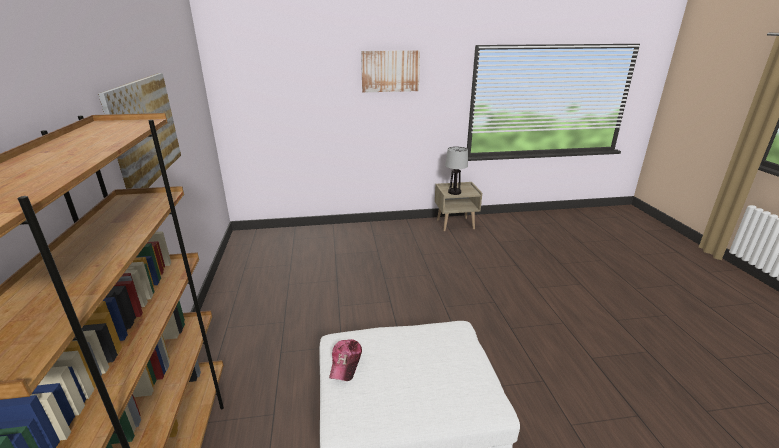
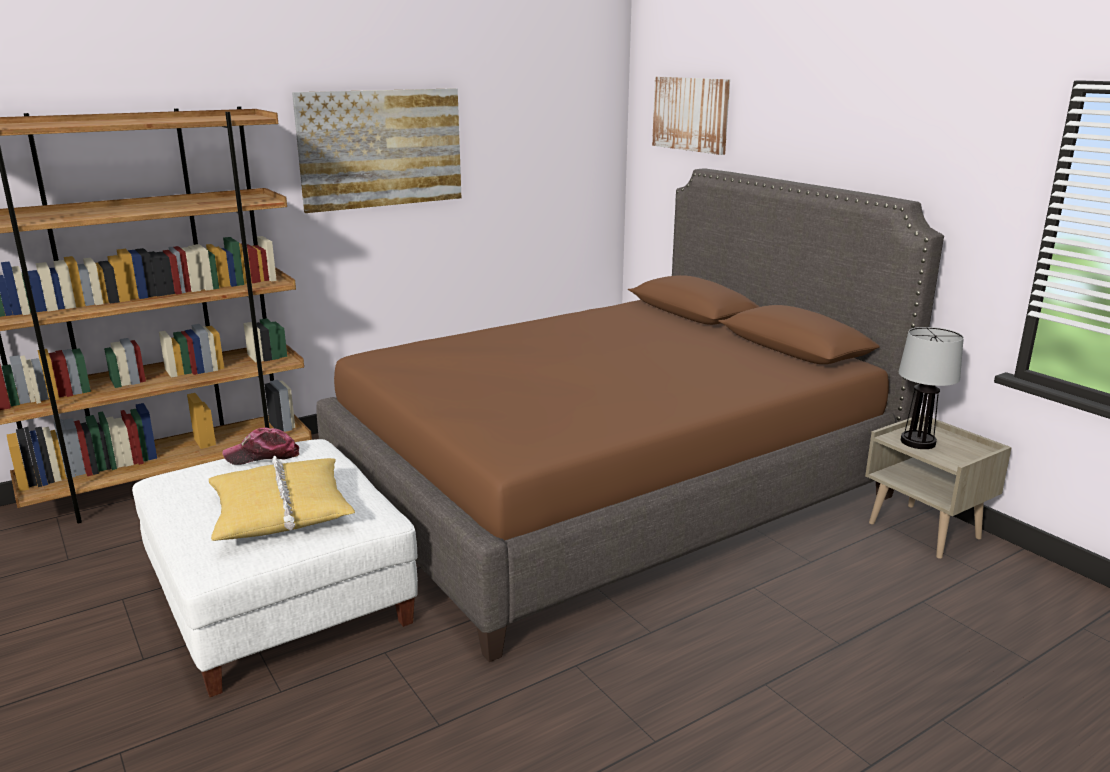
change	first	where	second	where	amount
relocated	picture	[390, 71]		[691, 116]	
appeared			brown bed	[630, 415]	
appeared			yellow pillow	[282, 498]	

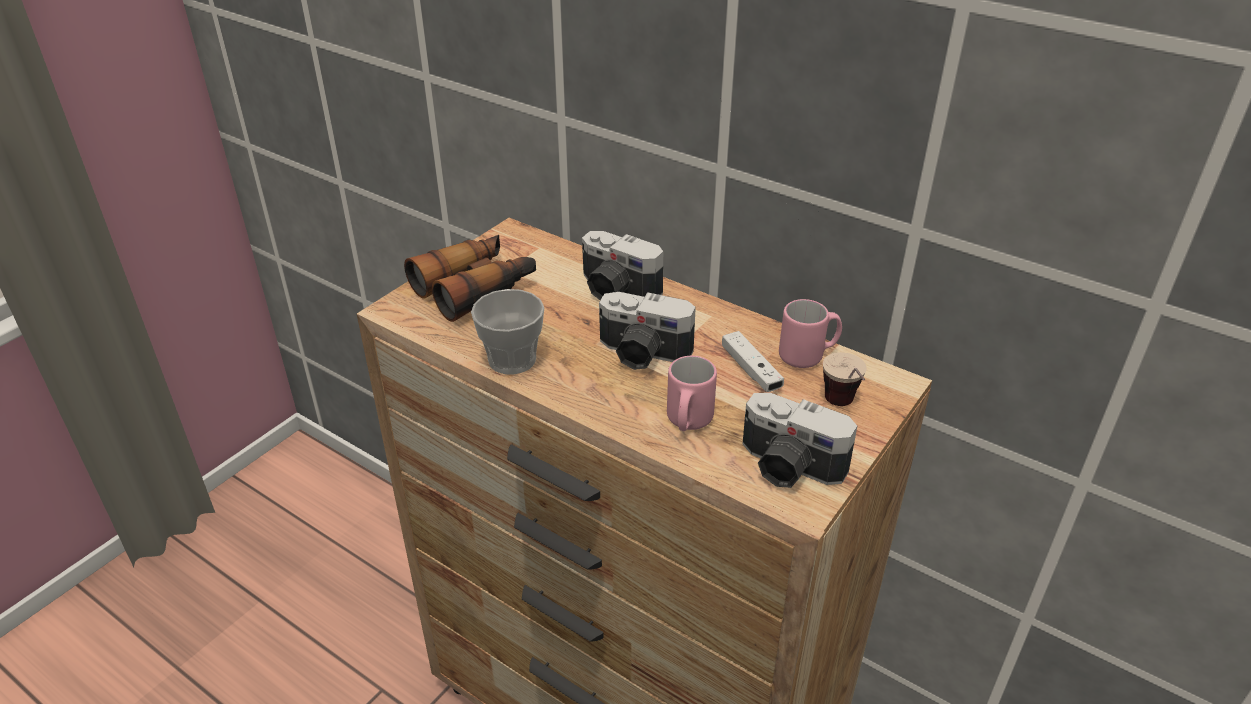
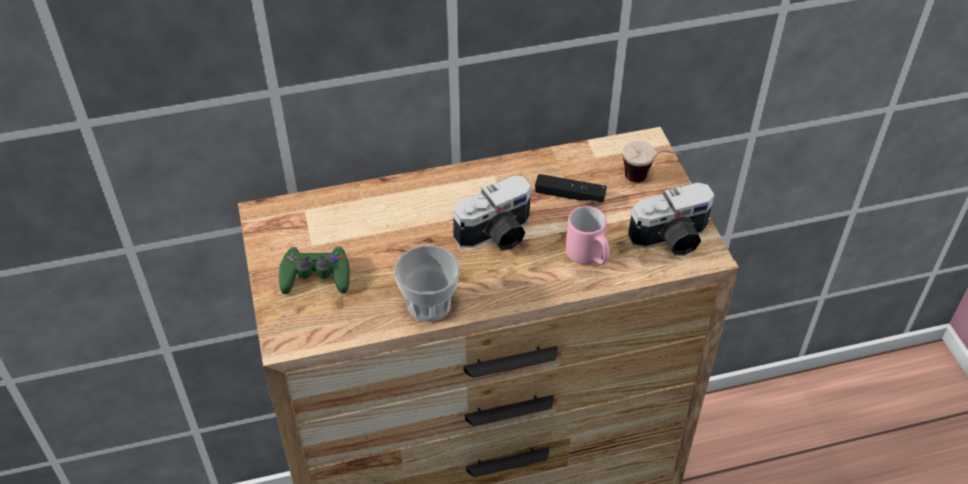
change	first	where	second	where	amount
missing	photo camera	[622, 265]			
exchanged	binoculars	[470, 278]	green game controller	[314, 270]	
missing	pink mug	[810, 333]			
colour	white game controller	[753, 361]	black game controller	[571, 188]	

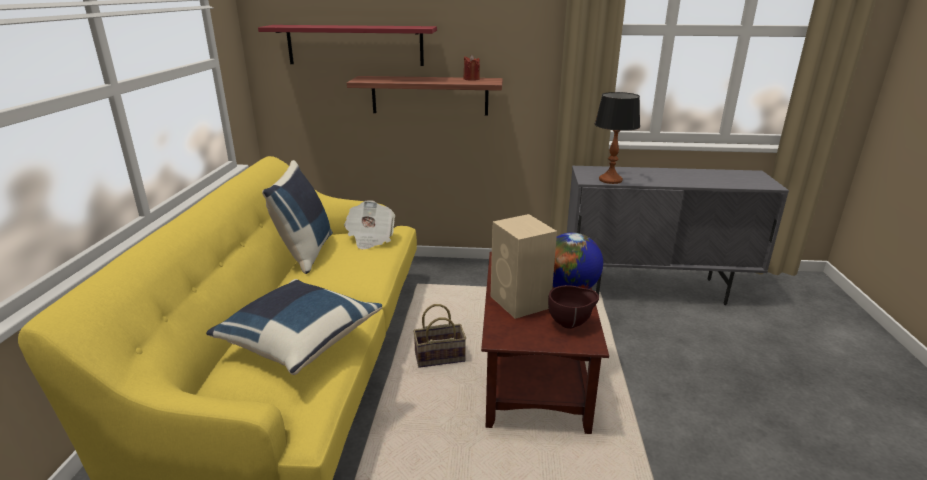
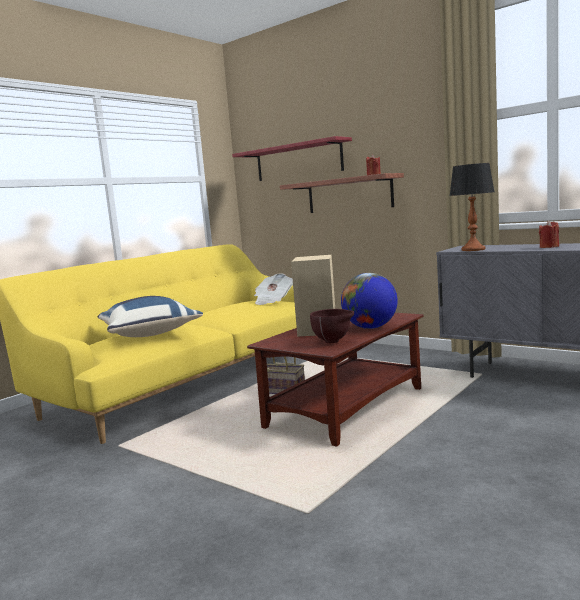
change	first	where	second	where	amount
missing	blue pillow	[297, 217]			
appeared			red candle	[549, 234]	

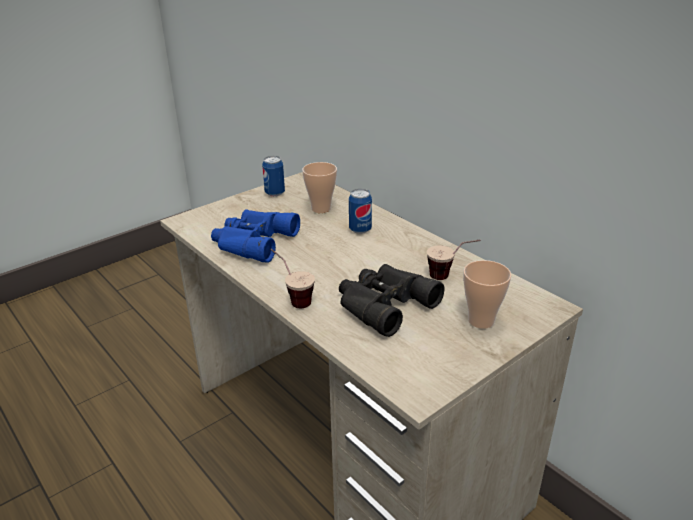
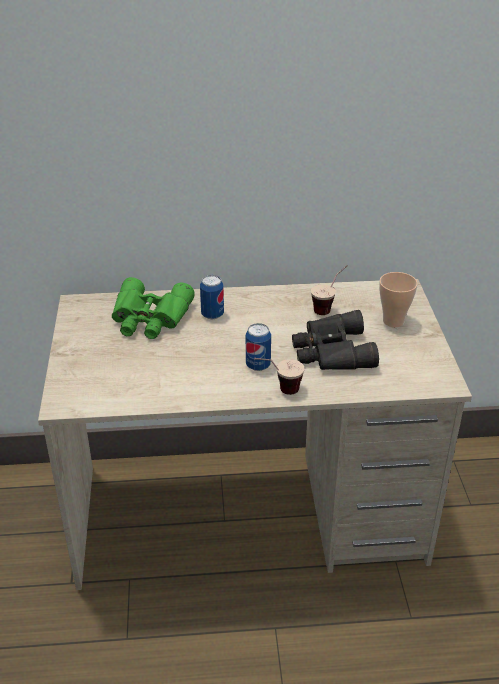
change	first	where	second	where	amount
relocated	can	[273, 176]		[258, 347]	
exchanged	cup	[319, 187]	green binoculars	[153, 308]	
missing	blue binoculars	[255, 236]			

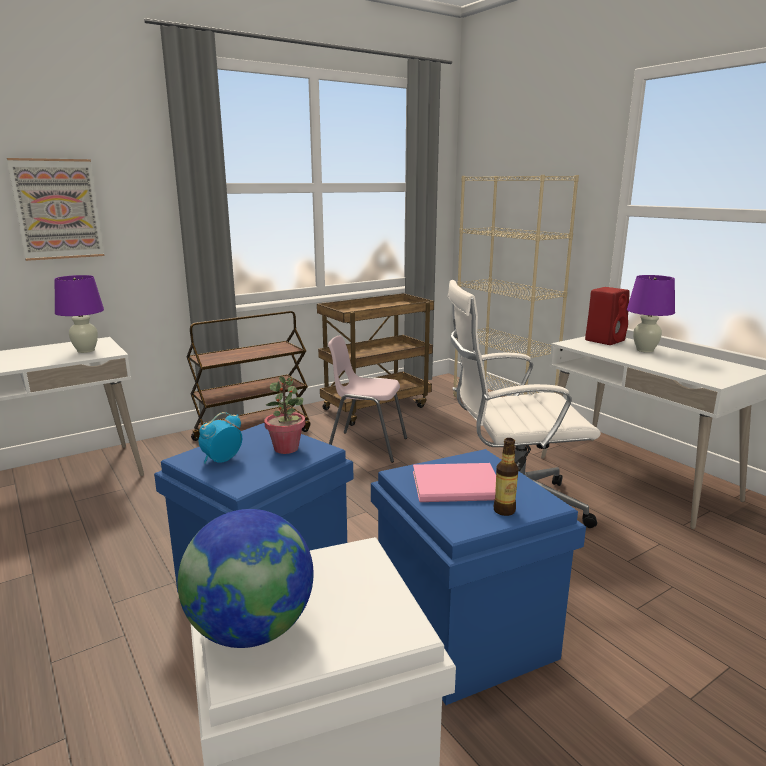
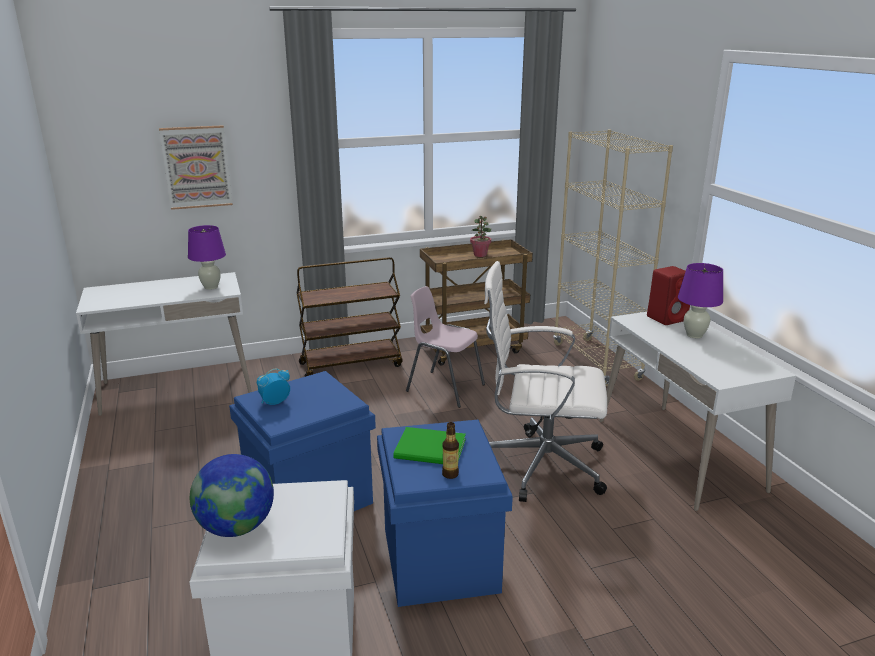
change	first	where	second	where	amount
relocated	potted plant	[284, 415]		[480, 236]	
colour	pink book	[454, 482]	green book	[429, 445]	

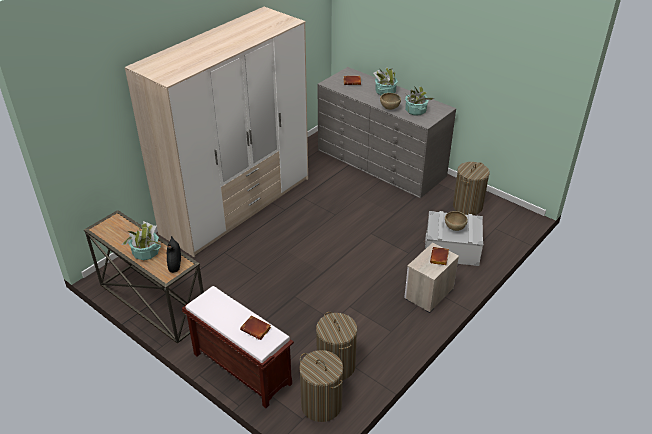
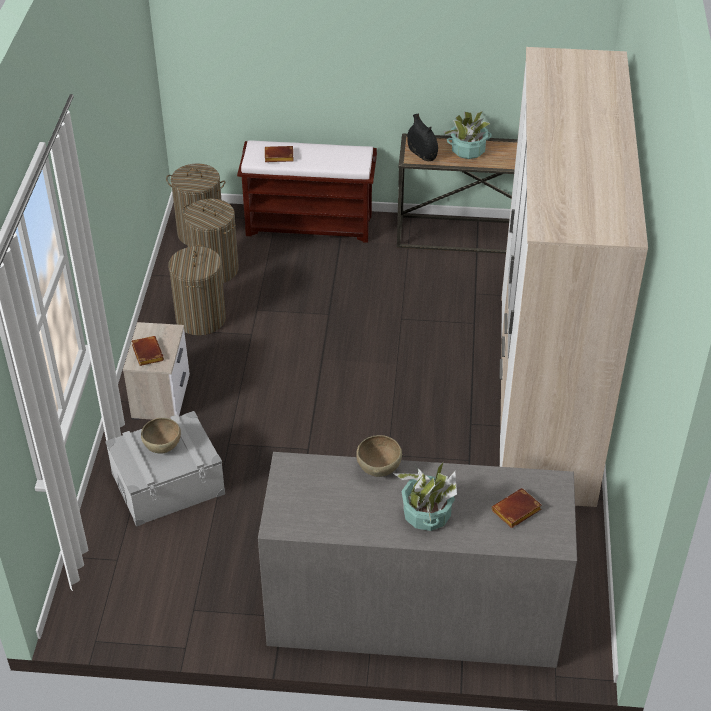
change	first	where	second	where	amount
missing	potted plant	[419, 100]			
relocated	laundry basket	[471, 188]		[197, 290]	

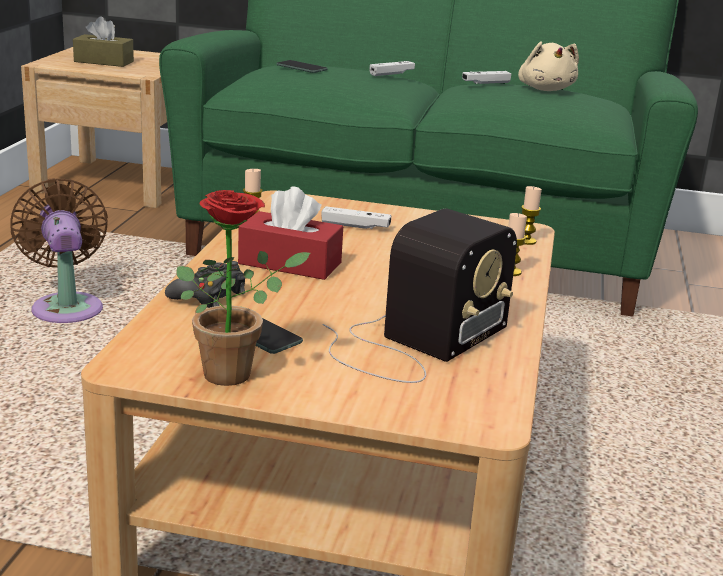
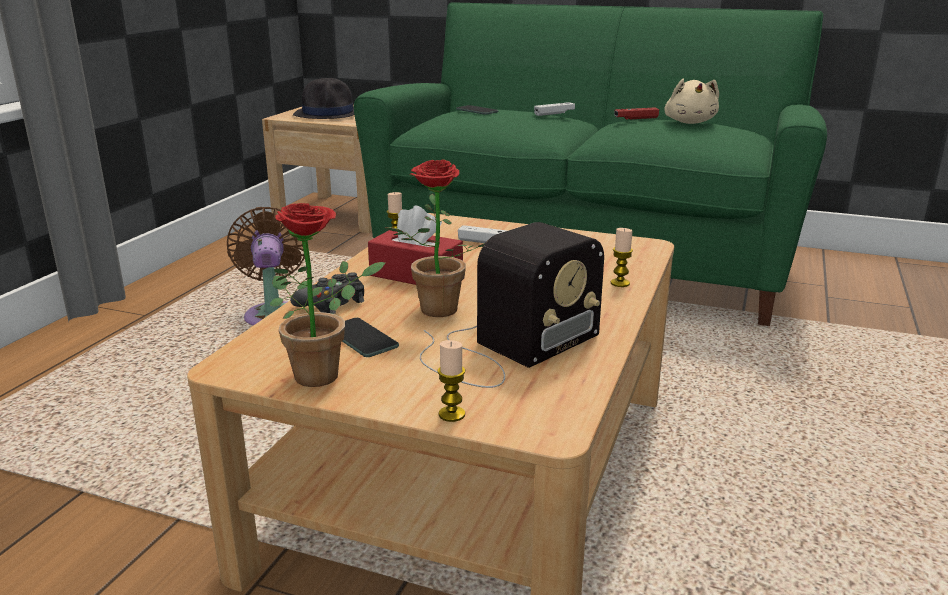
change	first	where	second	where	amount
exchanged	brown tissue box	[103, 41]	black hat	[323, 98]	
colour	white game controller	[486, 77]	red game controller	[636, 114]	
relocated	candle	[531, 215]		[451, 381]	
appeared			potted plant	[435, 238]	

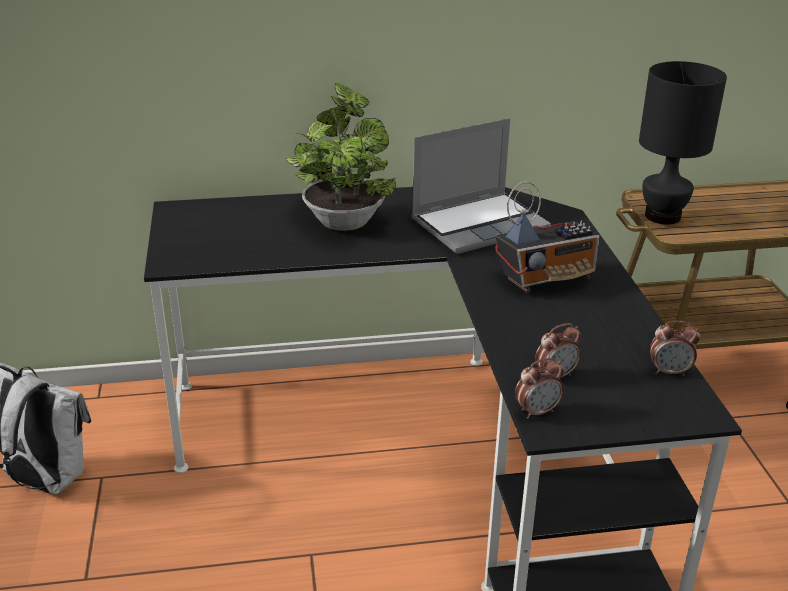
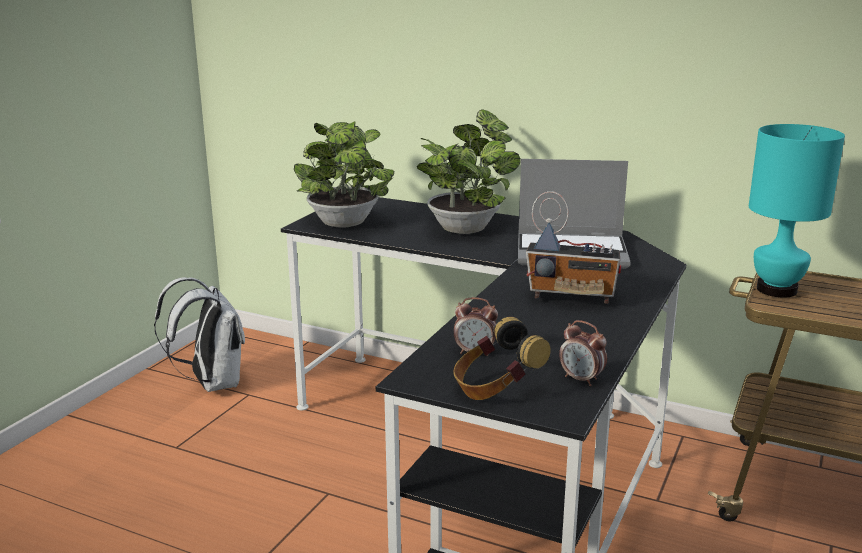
change	first	where	second	where	amount
colour	black table lamp	[683, 143]	turquoise table lamp	[797, 211]	
missing	alarm clock	[539, 388]			
appeared			potted plant	[344, 174]	
appeared			headphones	[502, 358]	

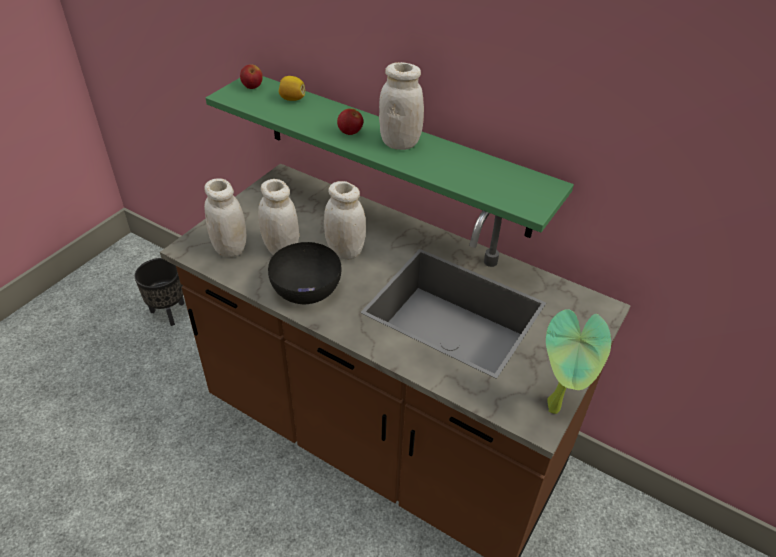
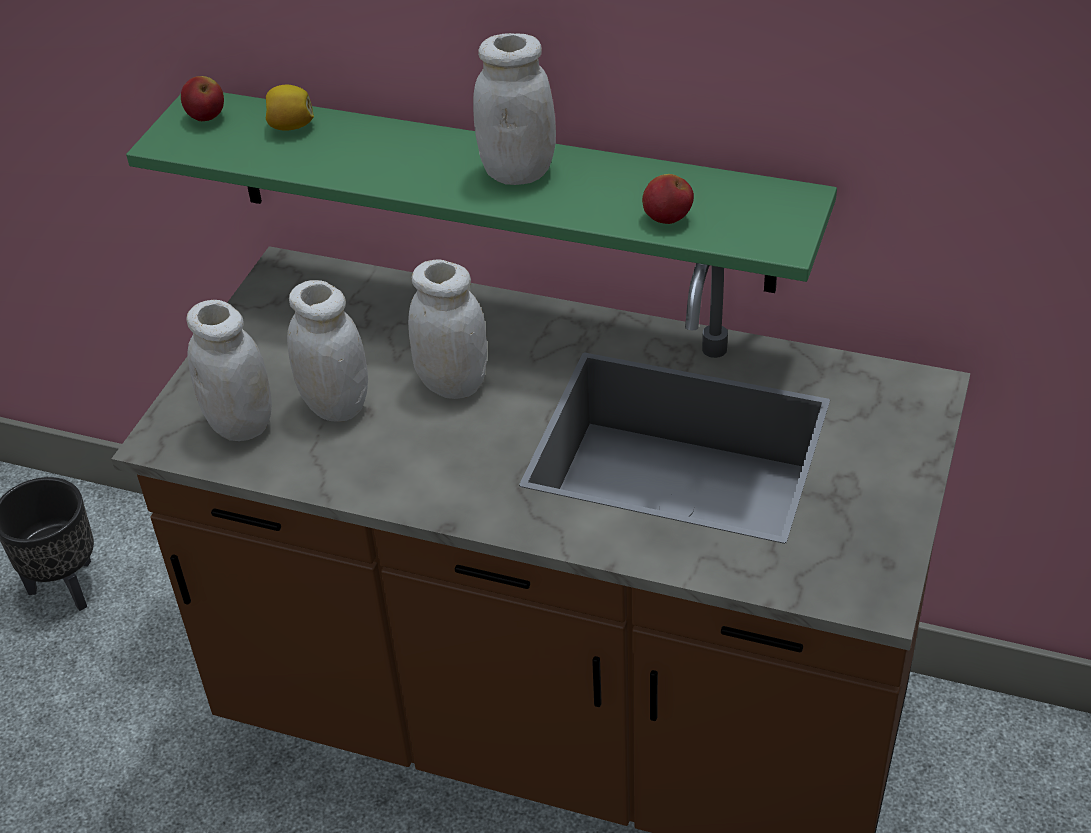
change	first	where	second	where	amount
relocated	apple	[350, 121]		[668, 199]	
missing	black bowl	[304, 273]			
missing	potted plant	[578, 361]			

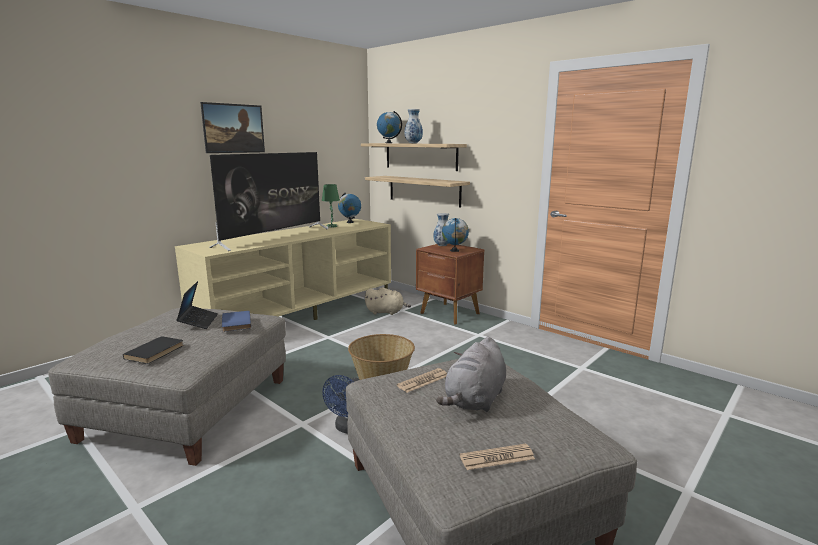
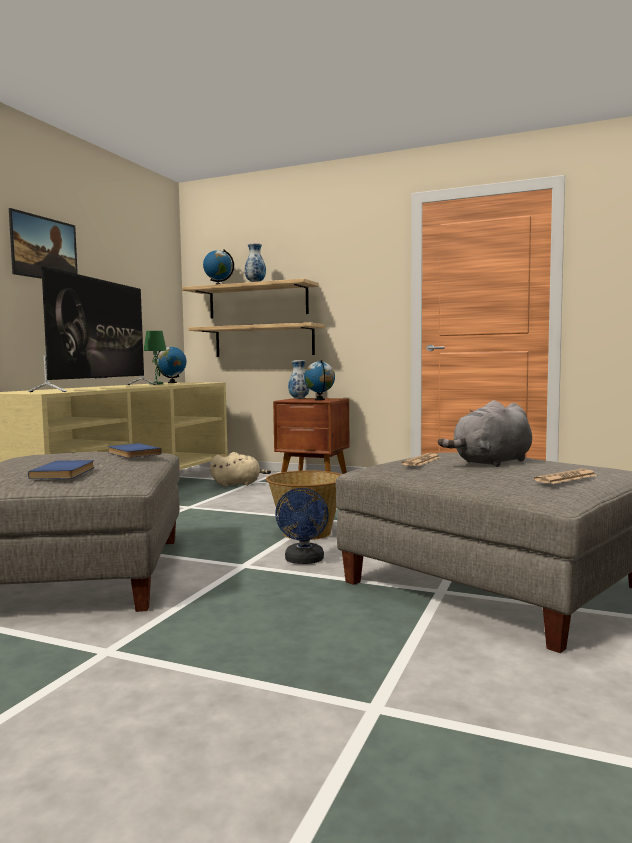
change	first	where	second	where	amount
missing	laptop	[197, 305]			
colour	black book	[153, 350]	blue book	[61, 469]	
spun	grey plush toy	[471, 374]		[485, 433]	45 degrees clockwise

